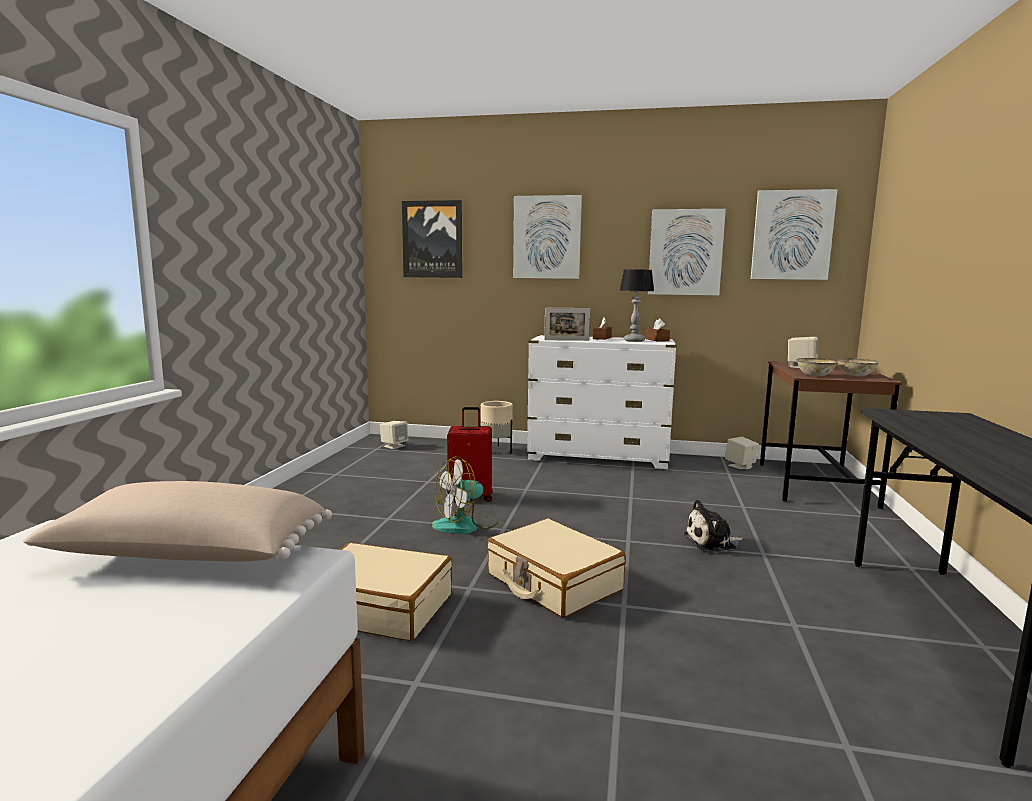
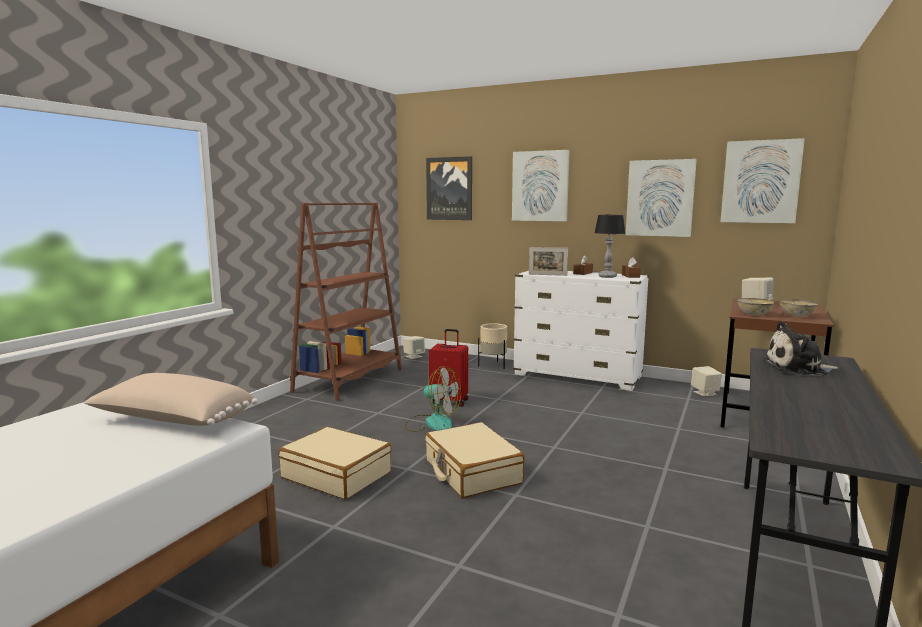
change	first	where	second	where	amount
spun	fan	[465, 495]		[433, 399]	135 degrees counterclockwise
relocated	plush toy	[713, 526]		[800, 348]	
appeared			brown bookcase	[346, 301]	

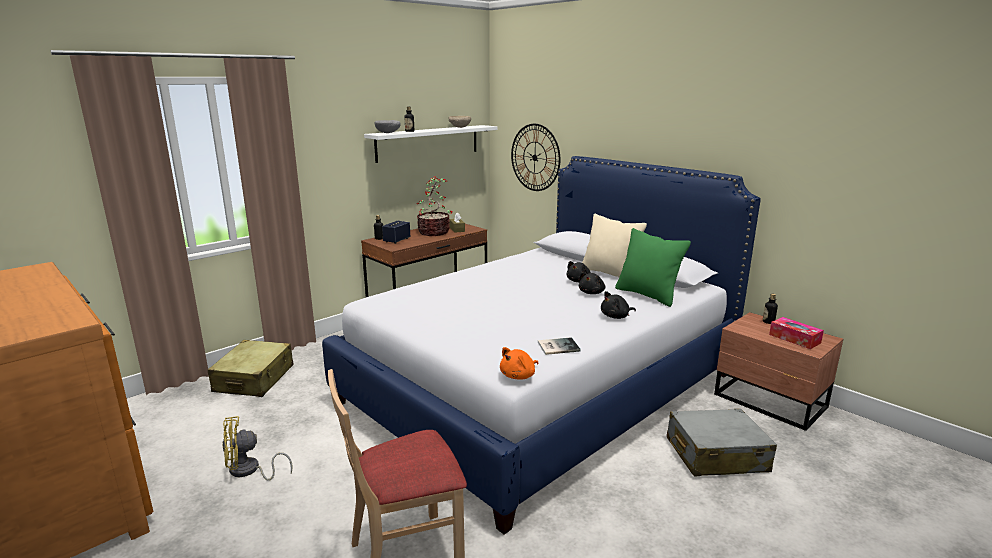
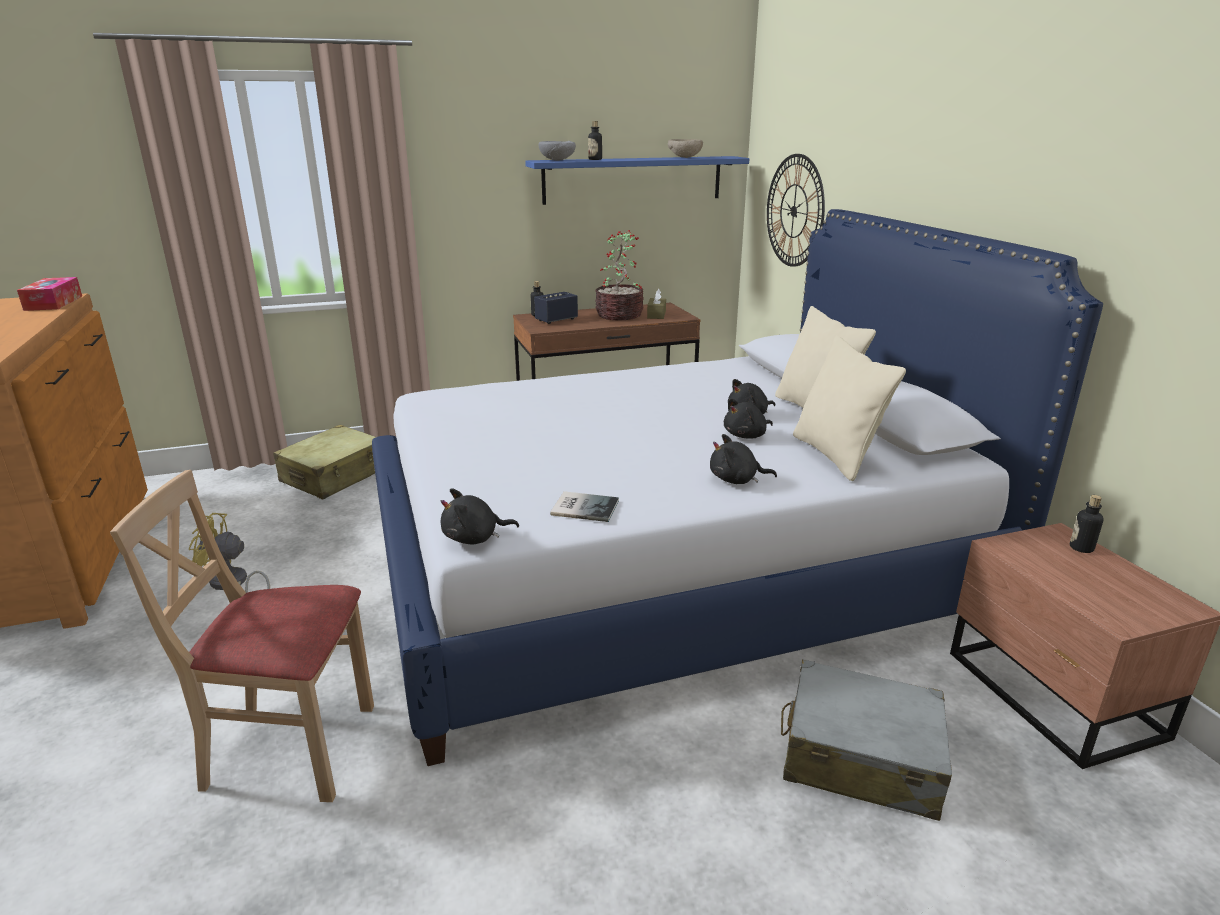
change	first	where	second	where	amount
colour	white shelf	[431, 144]	blue shelf	[637, 180]	
colour	green pillow	[653, 267]	beige pillow	[849, 408]	
relocated	tissue box	[796, 333]		[49, 294]	
colour	orange plush toy	[519, 363]	black plush toy	[480, 516]	

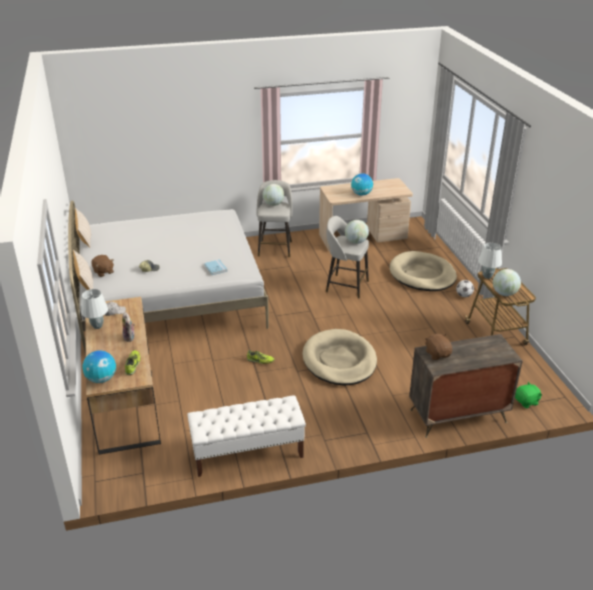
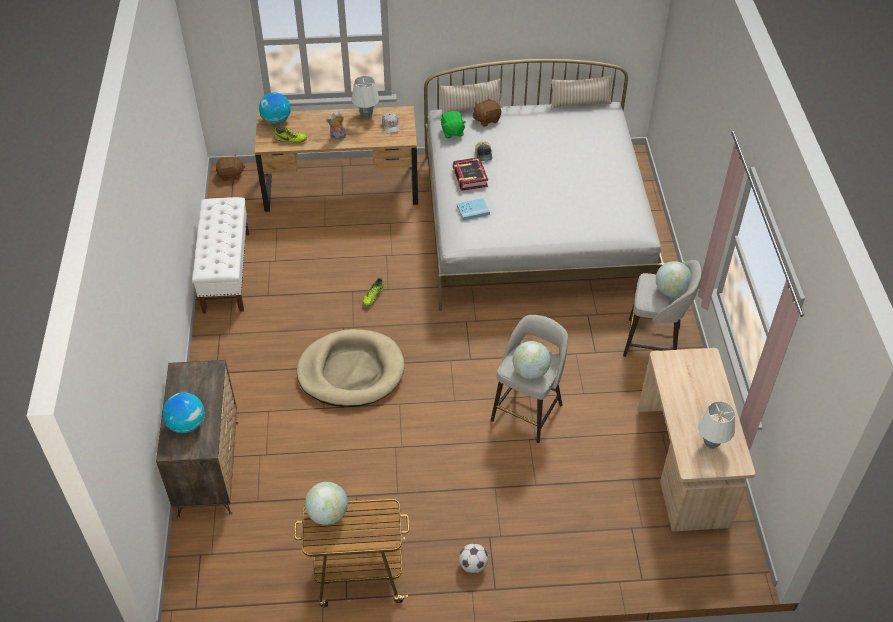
change	first	where	second	where	amount
relocated	globe	[362, 184]		[184, 412]	
relocated	white table lamp	[490, 260]		[716, 425]	
missing	beige dog bed	[423, 271]			
relocated	brown plush toy	[438, 347]		[230, 168]	
relocated	green plush toy	[528, 395]		[453, 124]	
appeared			book	[470, 174]	

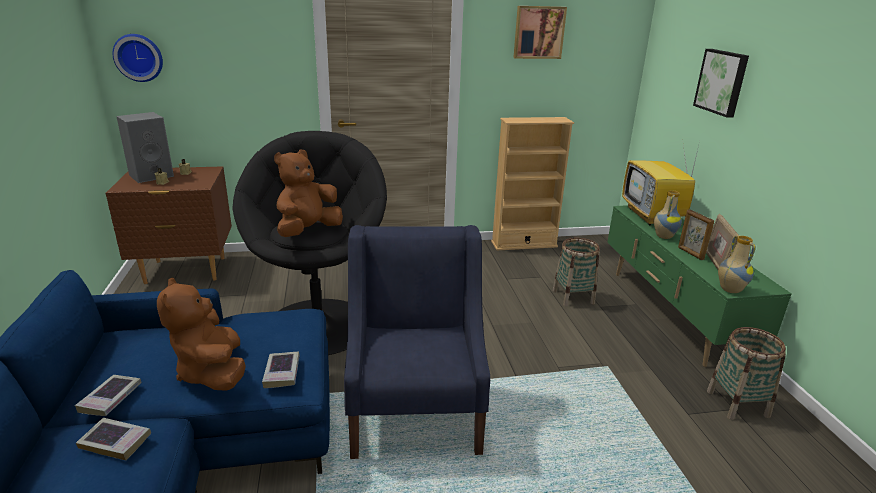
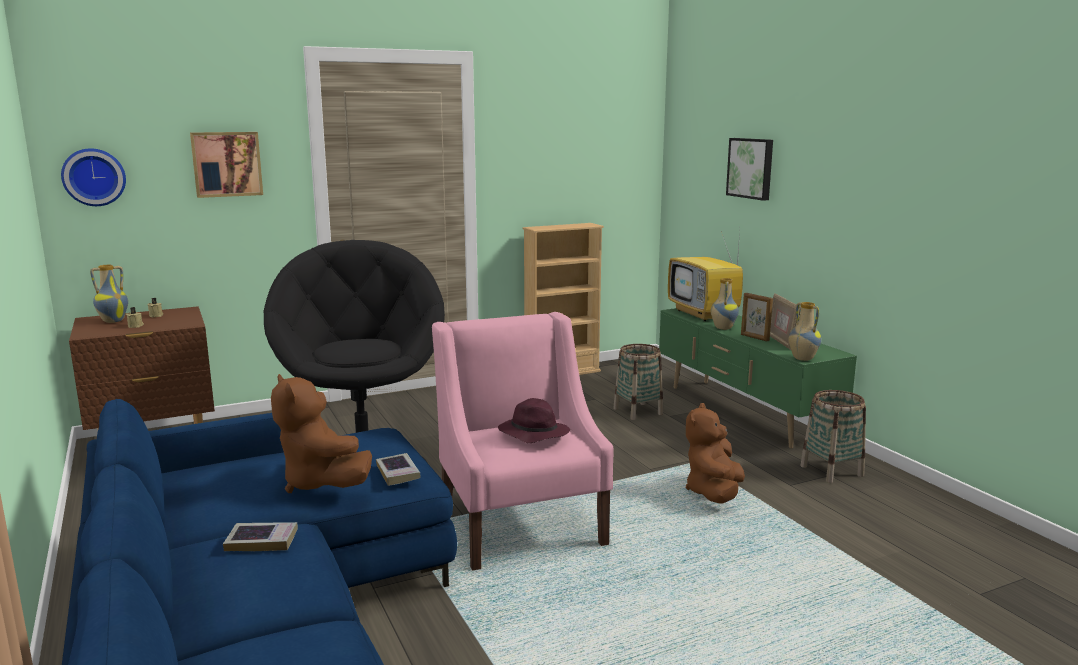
change	first	where	second	where	amount
relocated	picture	[540, 32]		[226, 165]	
exchanged	grey speaker	[145, 147]	vase	[109, 294]	
relocated	brown plush toy	[308, 193]		[715, 453]	
colour	blue armchair	[417, 342]	pink armchair	[523, 441]	
missing	book	[108, 395]			
appeared			purple hat	[534, 420]	

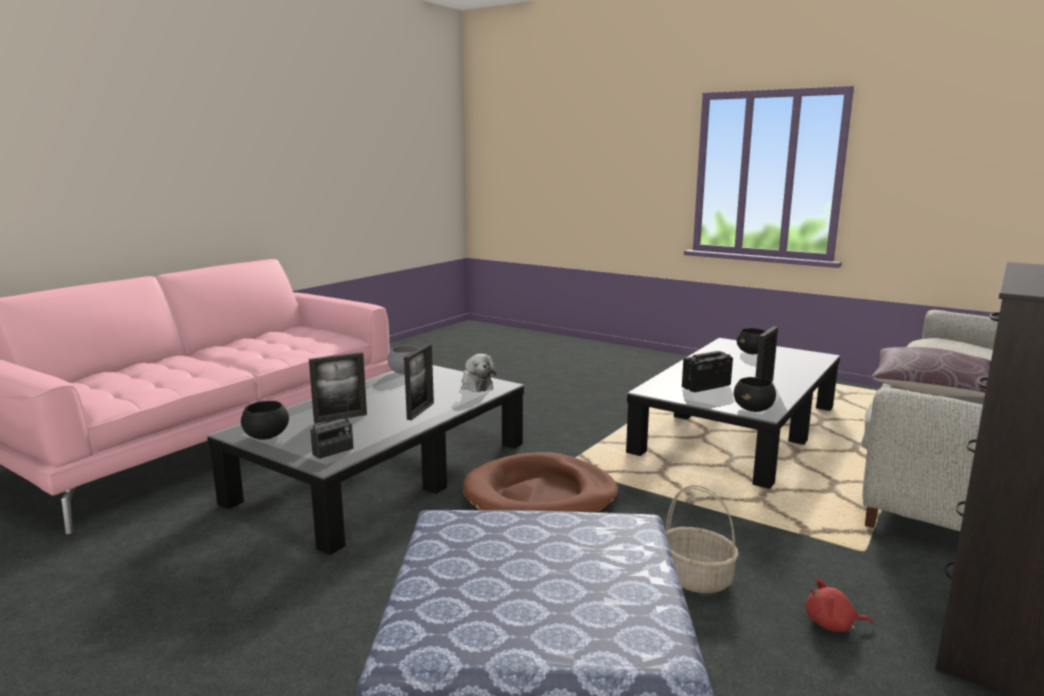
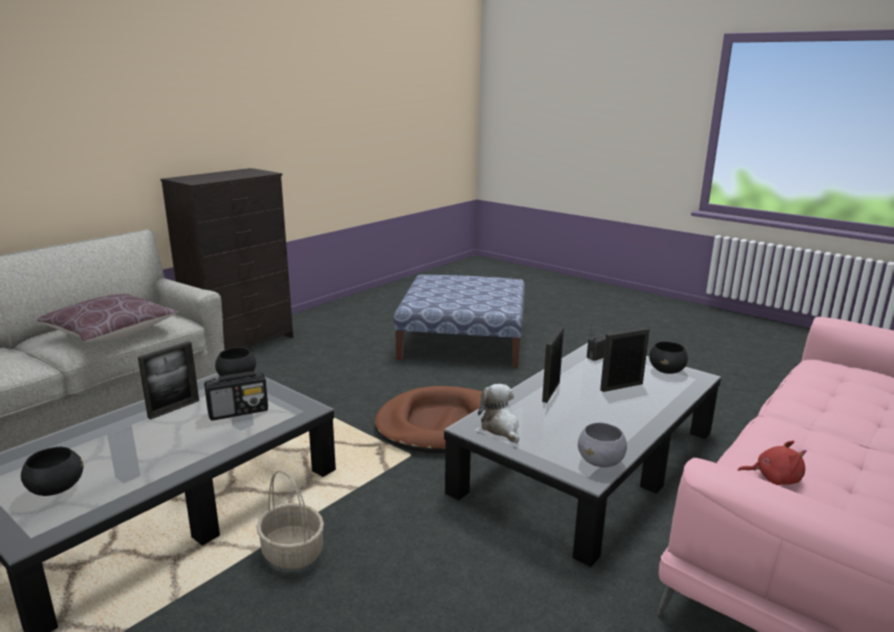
change	first	where	second	where	amount
relocated	basket	[702, 539]		[290, 520]	
relocated	red plush toy	[839, 605]		[772, 463]	

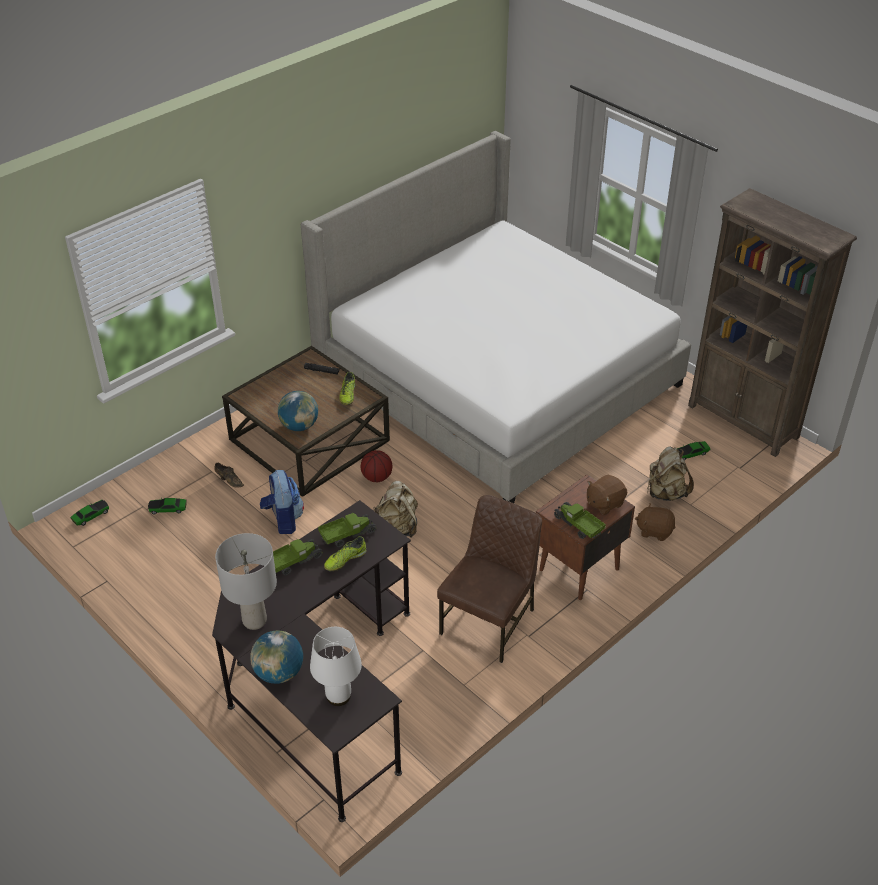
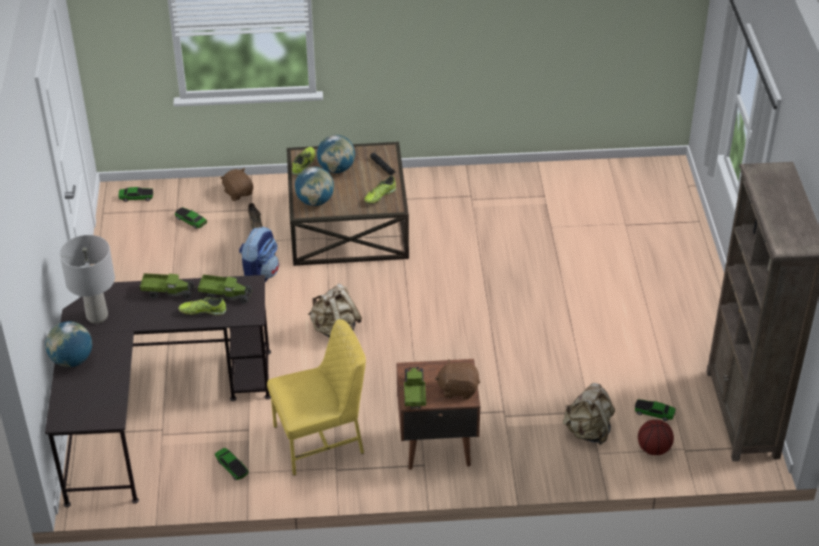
change	first	where	second	where	amount
missing	bed	[496, 317]			
relocated	basketball	[376, 466]		[656, 437]	
colour	brown chair	[489, 579]	yellow chair	[316, 397]	
relocated	brown plush toy	[655, 522]		[236, 184]	
missing	white table lamp	[336, 666]			
appeared			globe	[336, 154]	
appeared			shoe	[303, 161]	
appeared			toy car	[232, 464]	

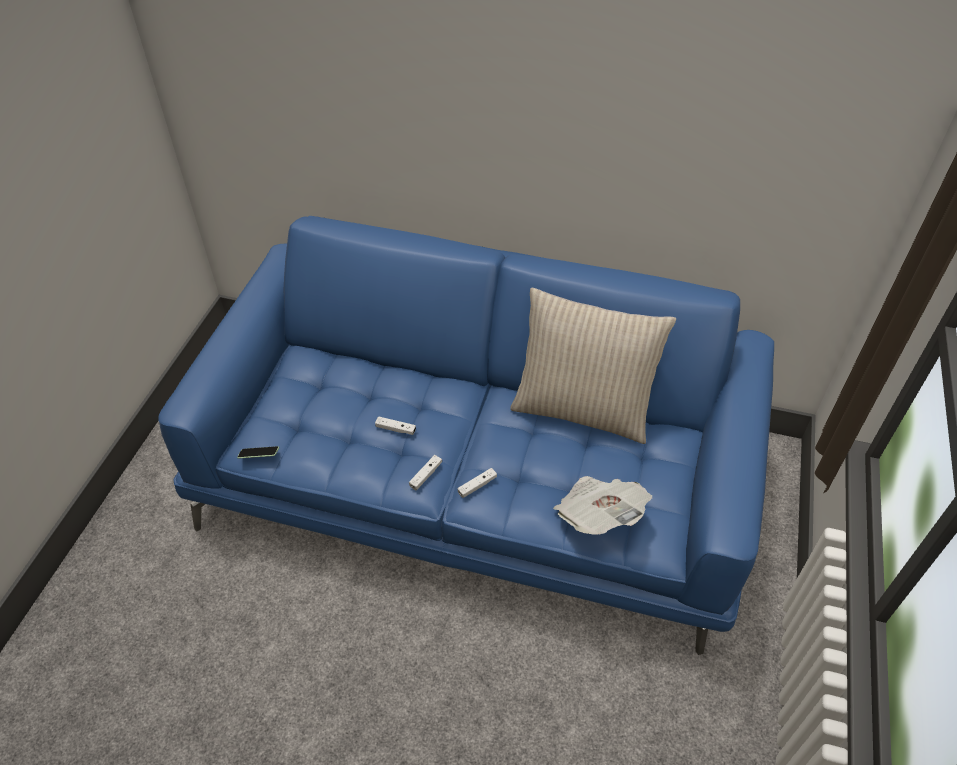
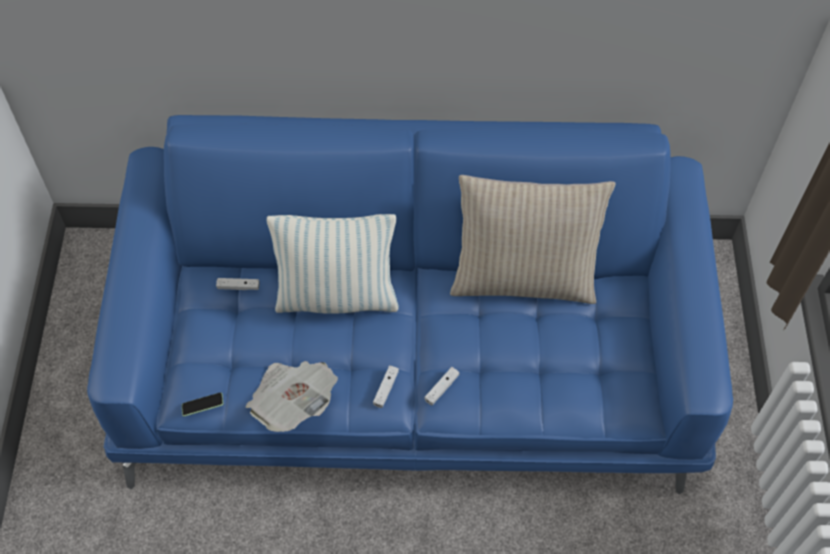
change	first	where	second	where	amount
relocated	white game controller	[395, 425]		[238, 284]	
relocated	newspaper	[602, 505]		[291, 396]	
appeared			pillow	[333, 264]	

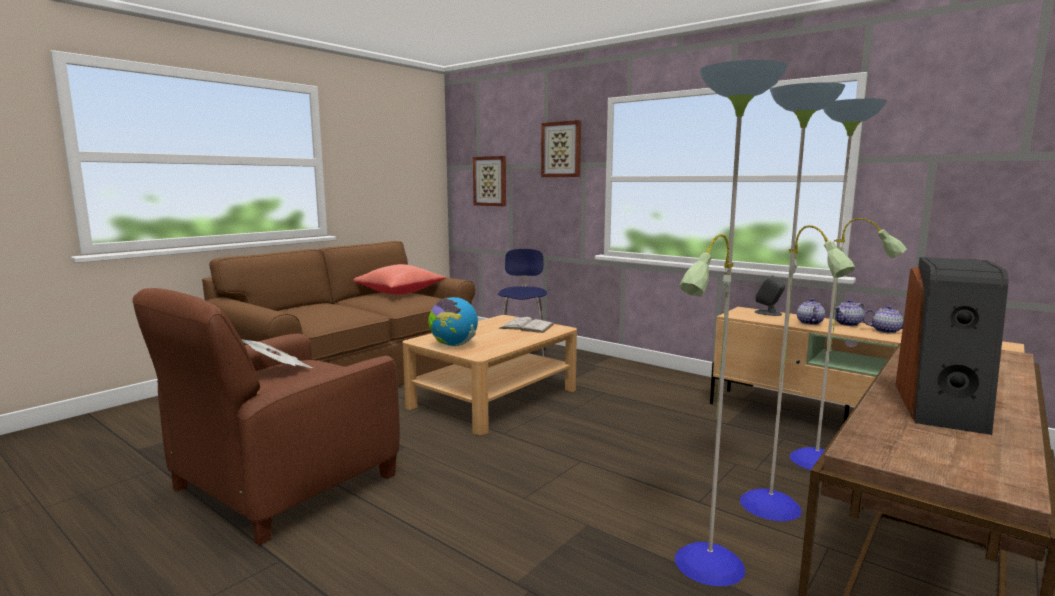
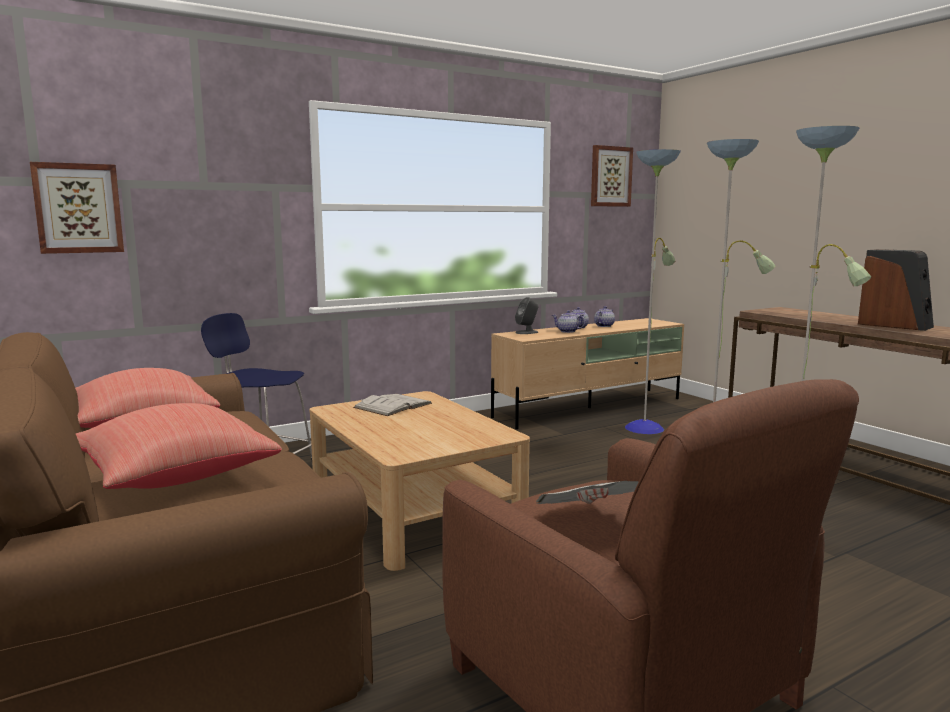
change	first	where	second	where	amount
relocated	picture	[561, 148]		[612, 176]	
missing	globe	[453, 321]			
appeared			red pillow	[178, 446]	

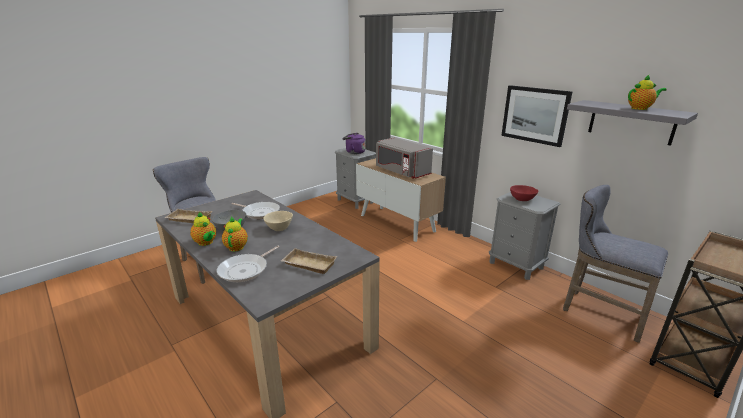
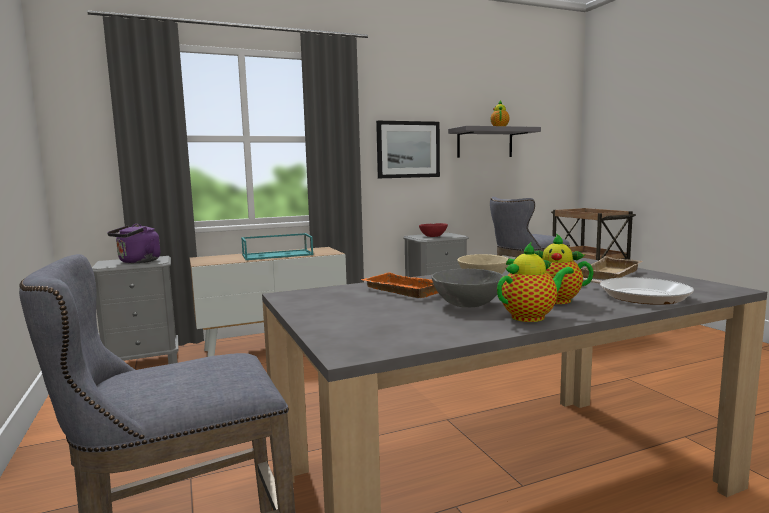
change	first	where	second	where	amount
exchanged	grey microwave	[404, 158]	turquoise tray	[277, 246]	
exchanged	frying pan	[256, 210]	orange tray	[399, 285]	
missing	beige tray	[188, 216]			

